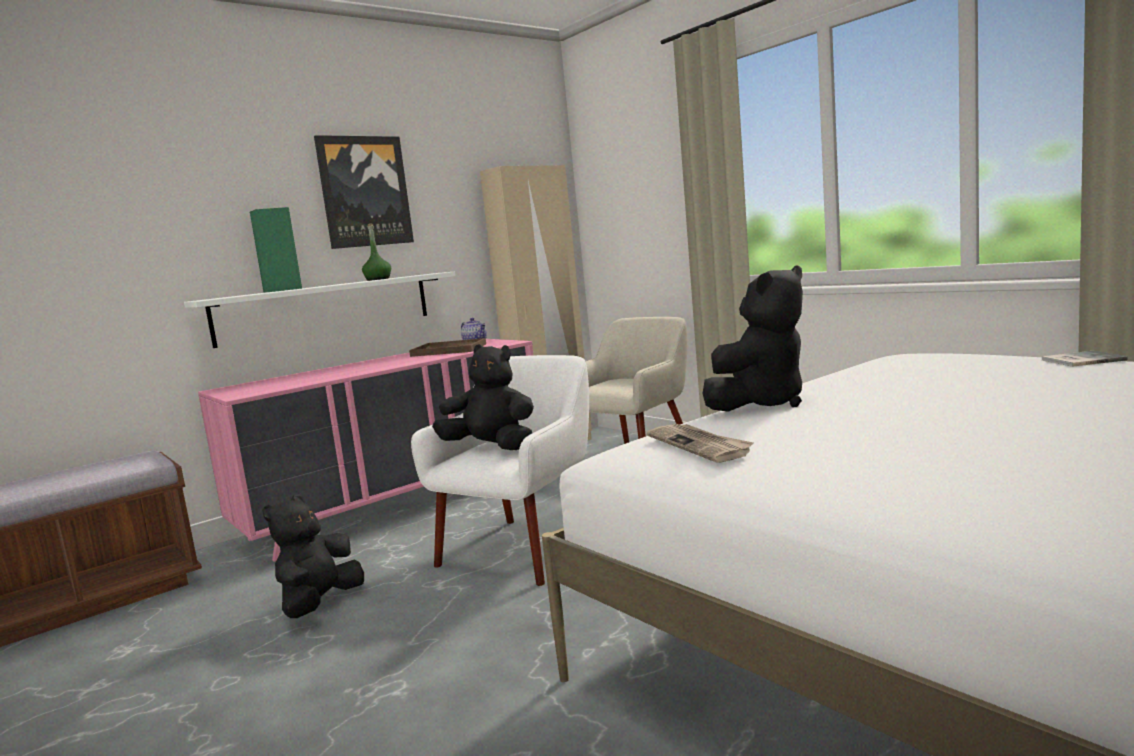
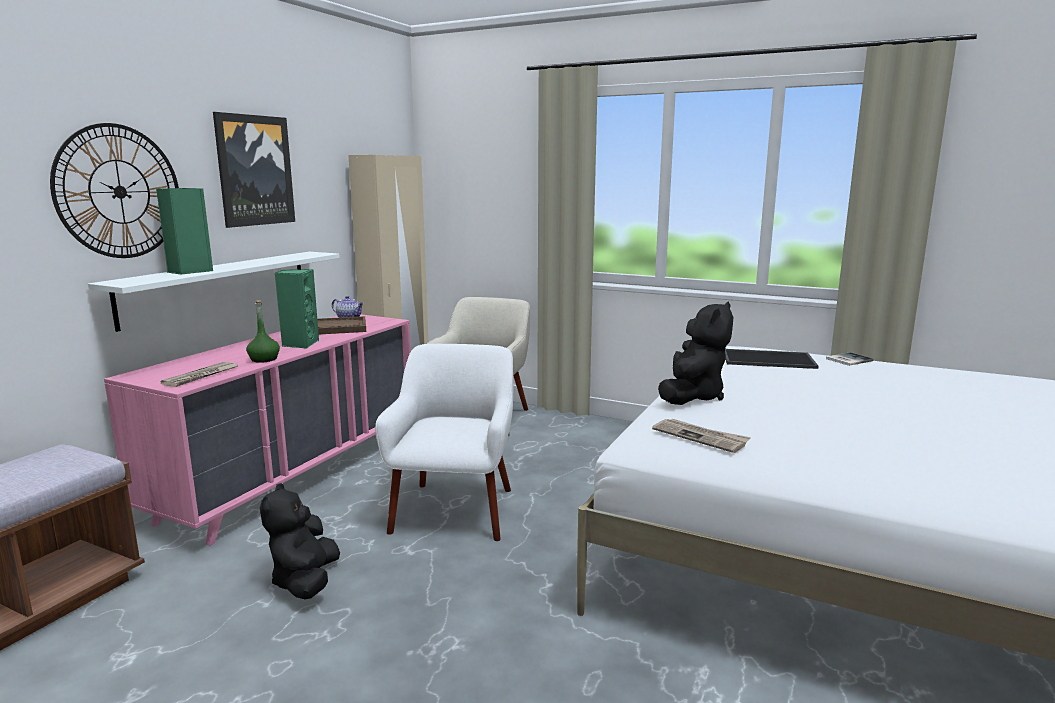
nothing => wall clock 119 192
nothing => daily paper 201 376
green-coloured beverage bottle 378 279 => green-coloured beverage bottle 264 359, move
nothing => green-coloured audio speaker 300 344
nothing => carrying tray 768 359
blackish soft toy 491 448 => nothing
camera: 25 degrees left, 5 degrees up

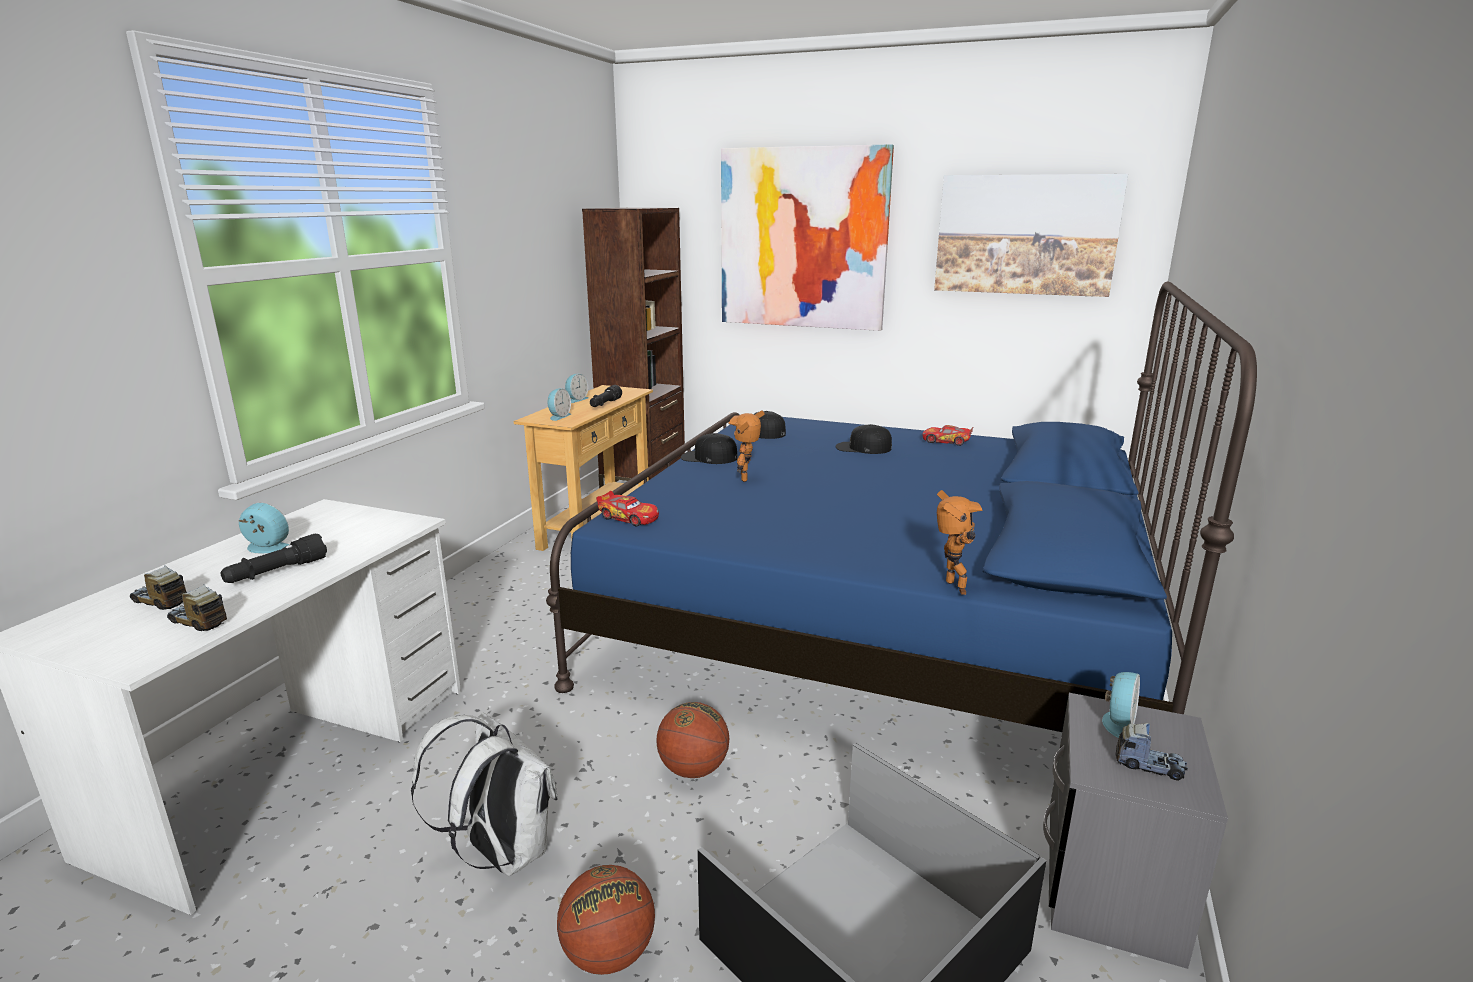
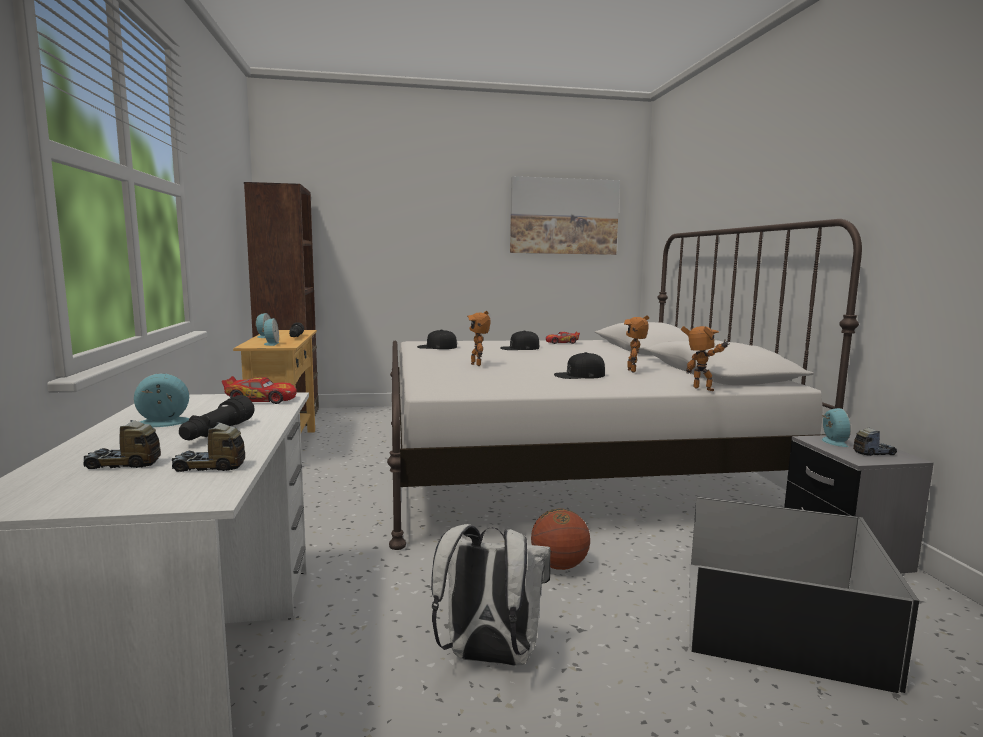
toy car 629 517 => toy car 261 400, move
blue-coloured bed 878 618 => whitish bed 565 463
blackish cap 709 457 => blackish cap 579 375, move
nothing => model robot 634 371
basketball ball 609 953 => nothing
wall art 803 239 => nothing
camera: 30 degrees left, 10 degrees down

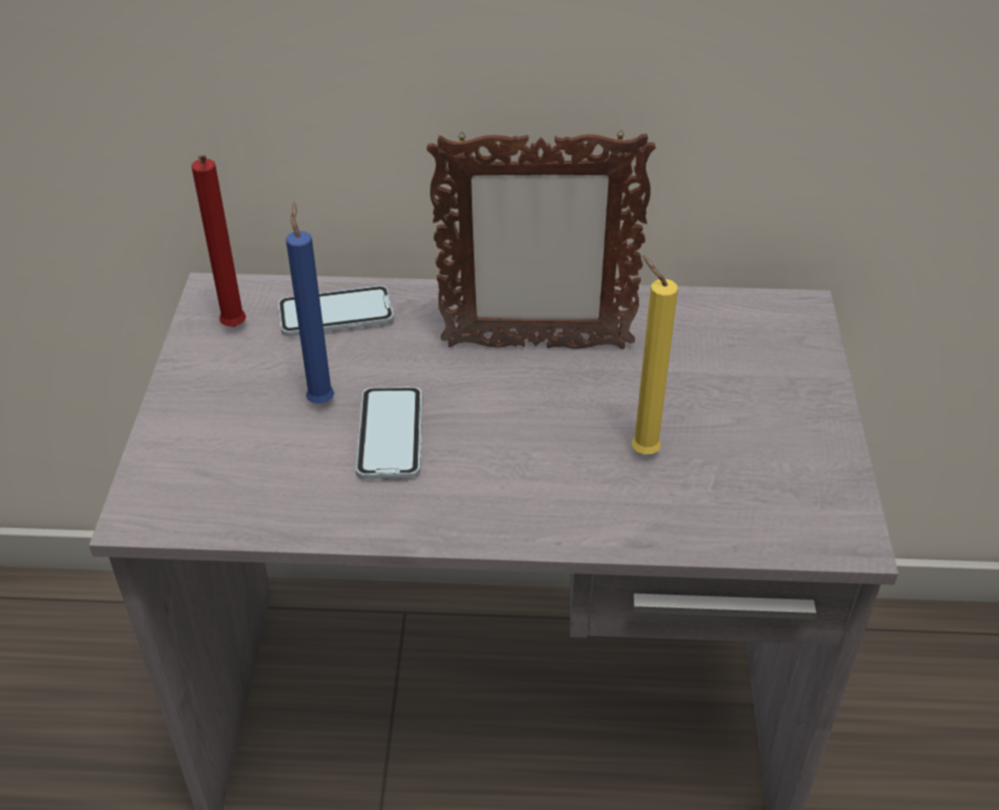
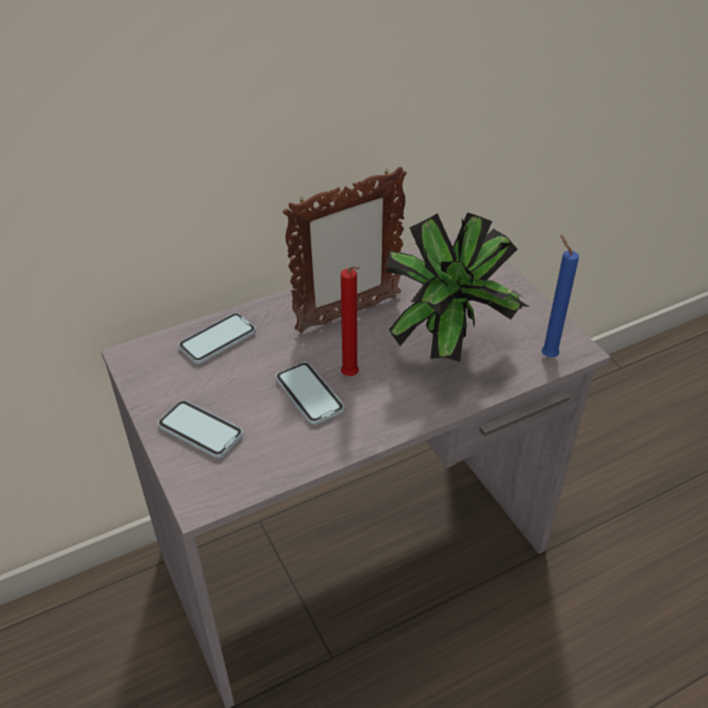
nothing => phone 200 430
reddish candle 234 329 => reddish candle 351 377, move
yellow-coloured candle 641 450 => potted plant 447 347
blue-coloured candle 321 399 => blue-coloured candle 547 355, move
camera: 30 degrees left, 0 degrees up

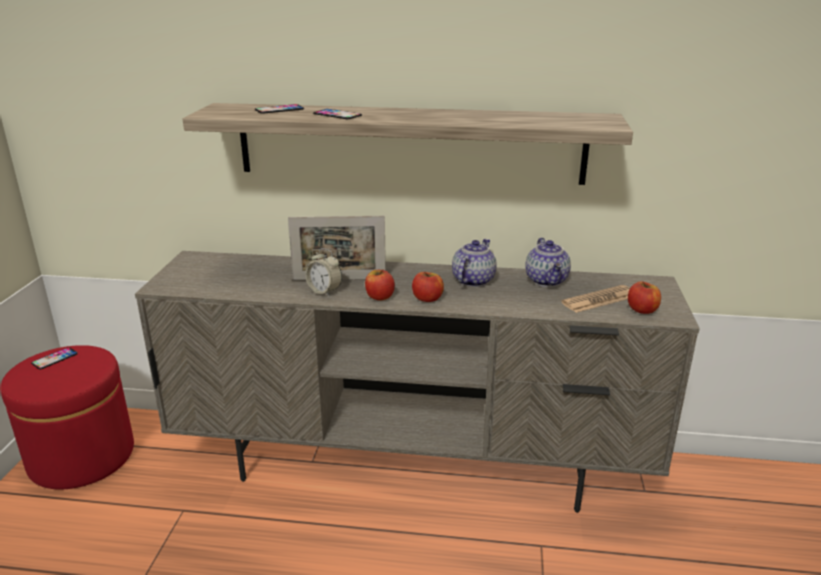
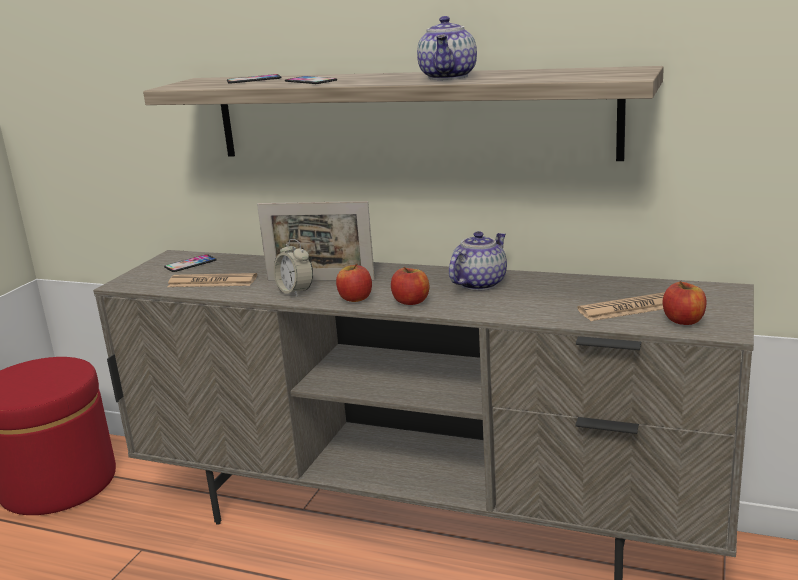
phone 55 358 => phone 190 264, move
nothing => daily paper 212 282
pot for tea 547 281 => pot for tea 449 77, move
camera: 15 degrees right, 5 degrees down

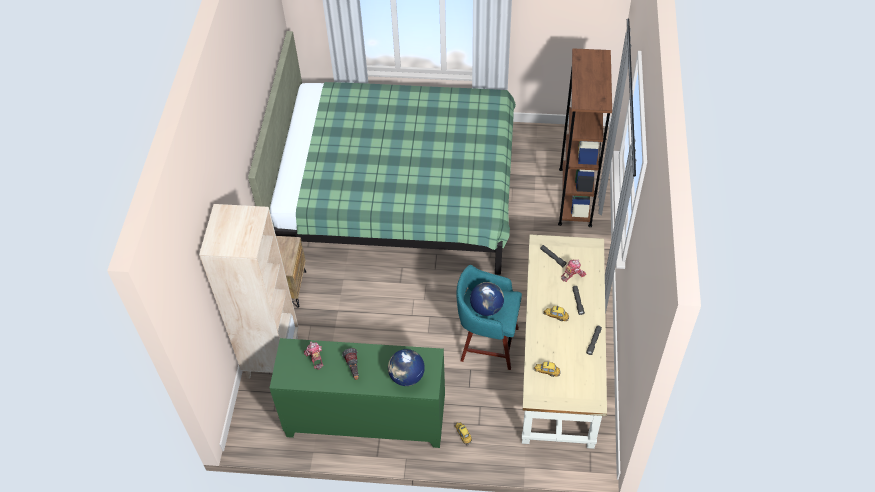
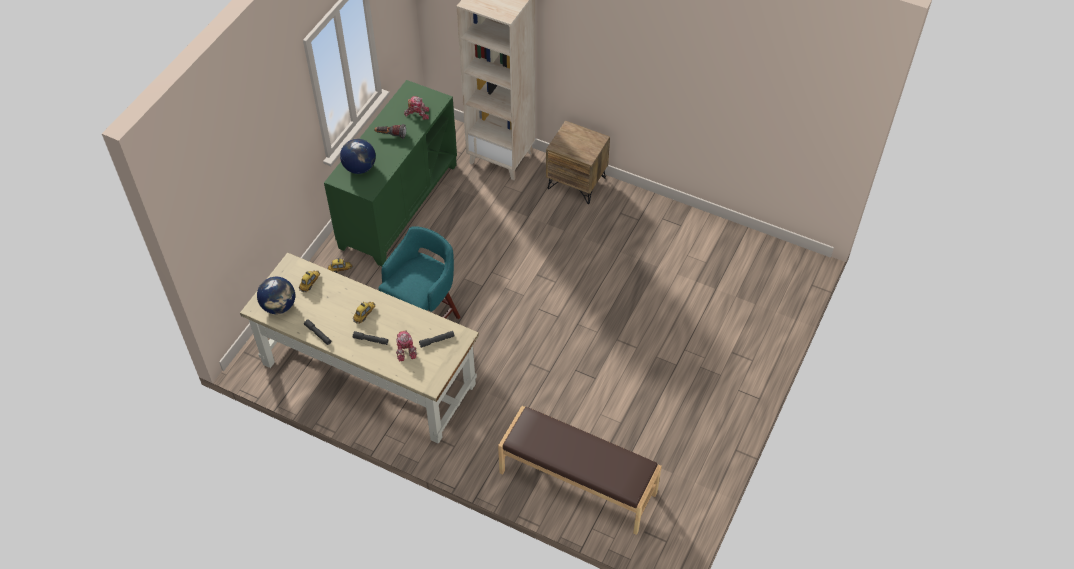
globe 486 308 => globe 279 306, move
brownish bookcase 575 197 => brownish long seat 577 483
green-coloured bed 397 193 => nothing
camera: 110 degrees right, 0 degrees up

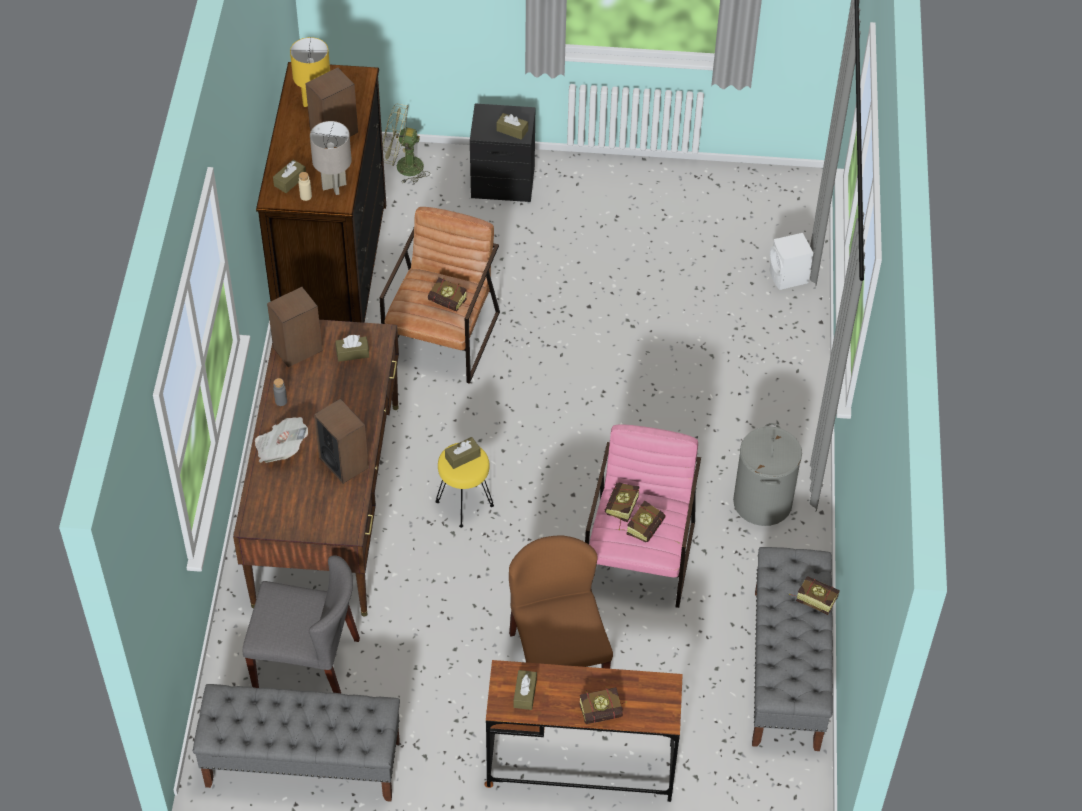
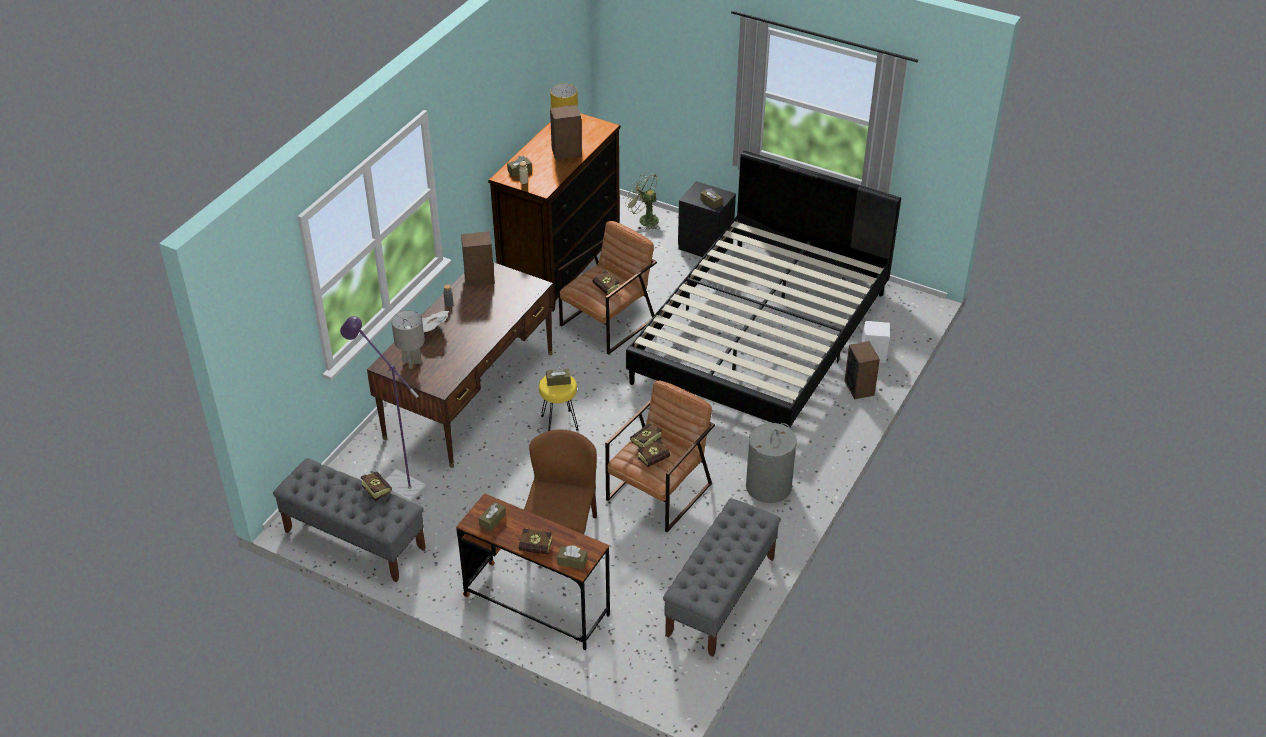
grey upright chair 308 664 => purplish standard lamp 396 483
bound book 812 599 => bound book 375 489, move
grey table lamp 334 186 => grey table lamp 411 362, move
brownish tissue holder 352 353 => brownish tissue holder 572 561, move
pinkish armchair 640 556 => brownish armchair 659 492
nothing => blackish bed 761 337
audio speaker 344 462 => audio speaker 859 388, move
camera: 25 degrees right, 10 degrees down

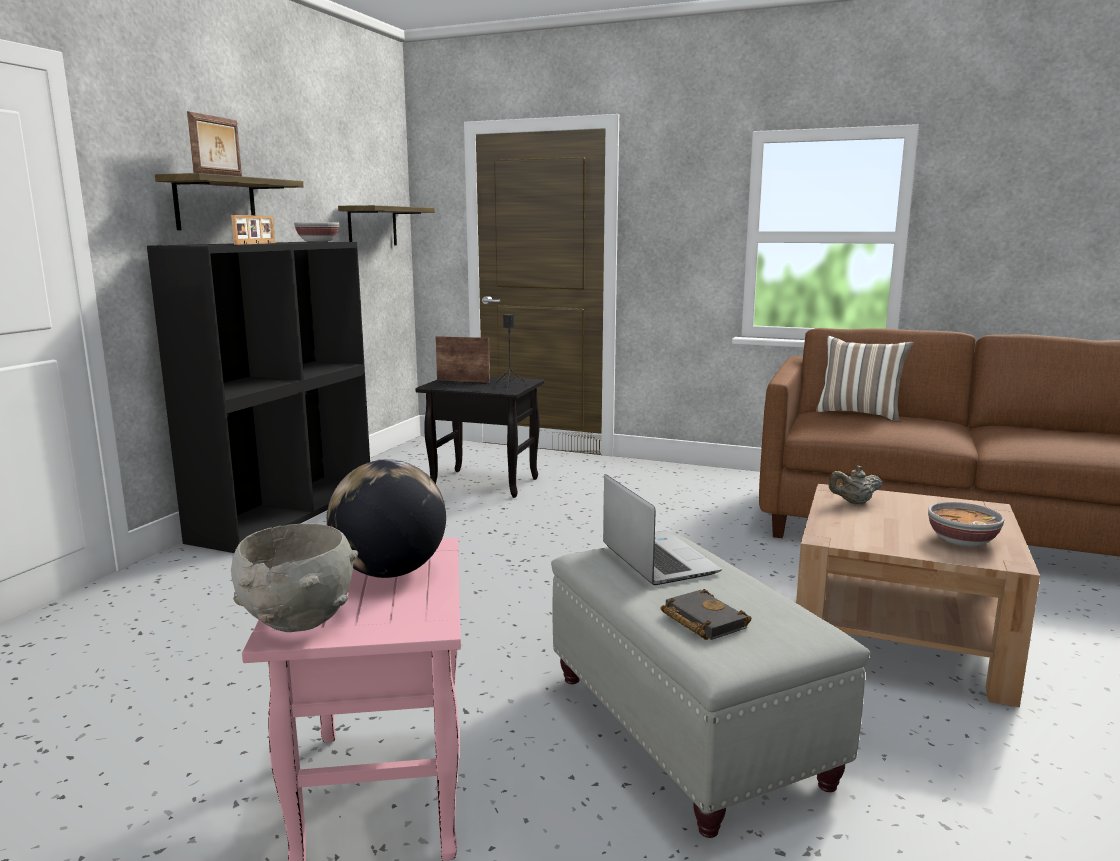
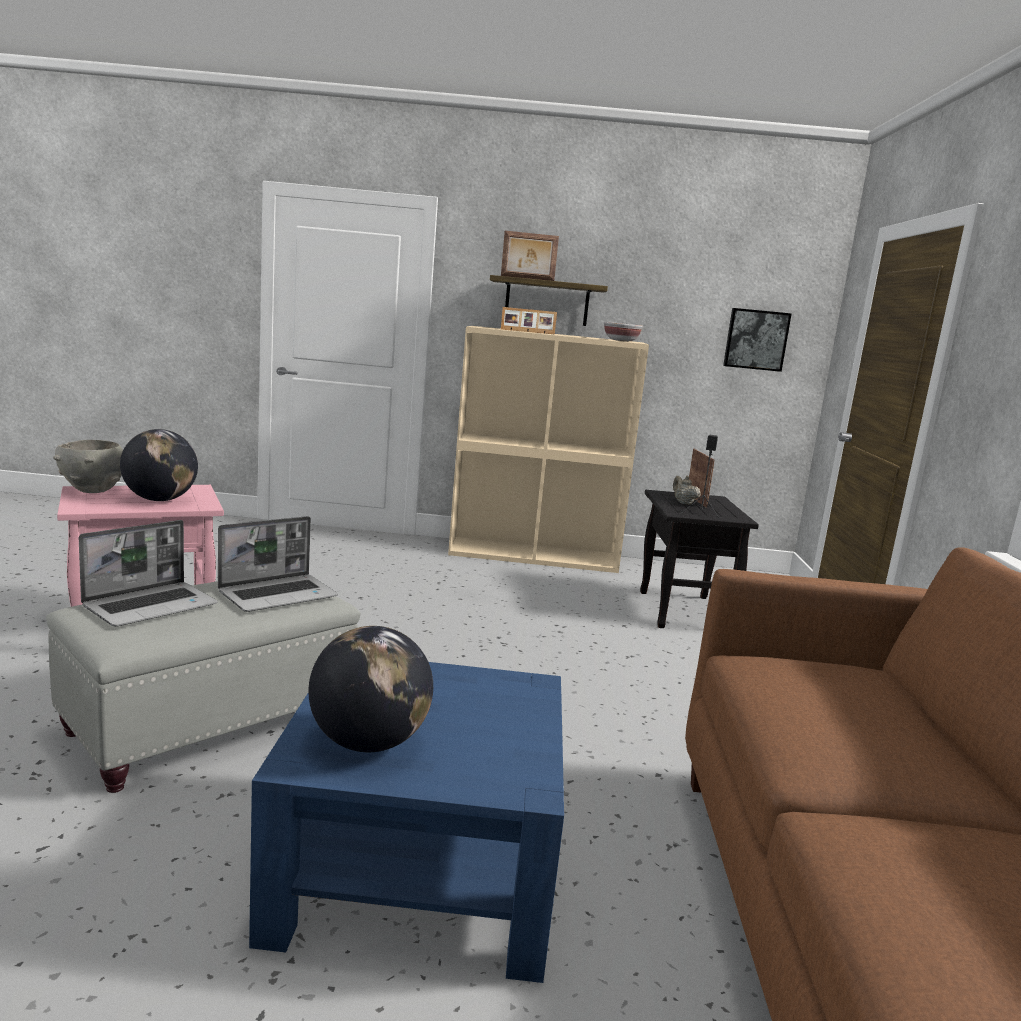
blackish bound book 701 621 => laptop 151 606
brownish low table 899 637 => blue-coloured low table 419 866
bowl 961 540 => globe 368 743
blackish bookcase 286 512 => beige bookcase 535 555
beige pot for tea 854 503 => beige pot for tea 683 503, move
shelf 372 226 => wall art 756 339
cushion 859 413 => nothing
camera: 70 degrees right, 0 degrees up

